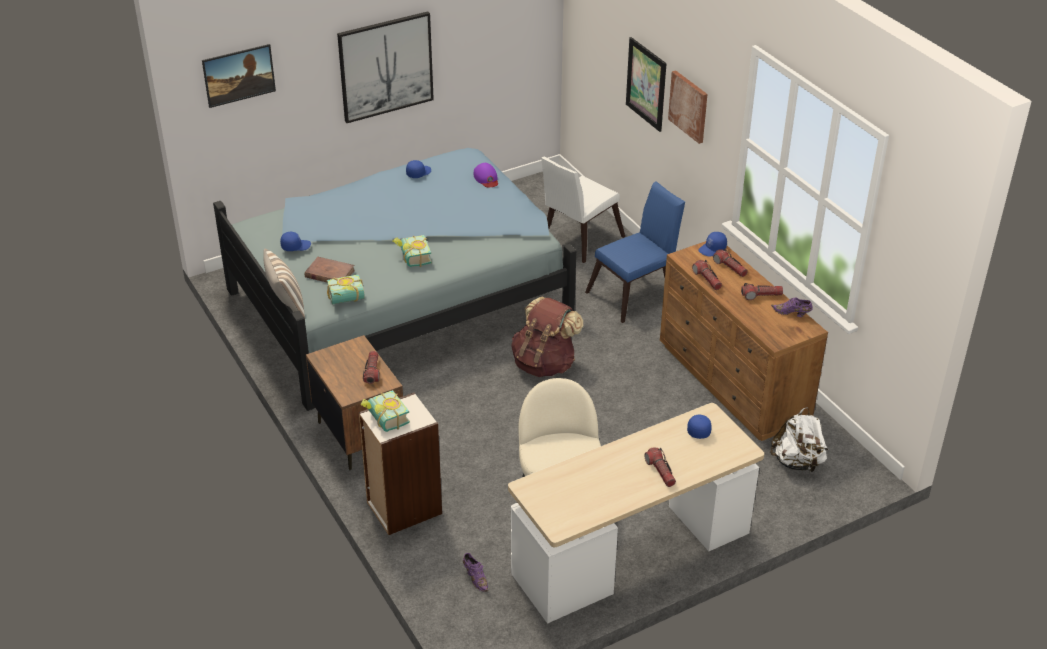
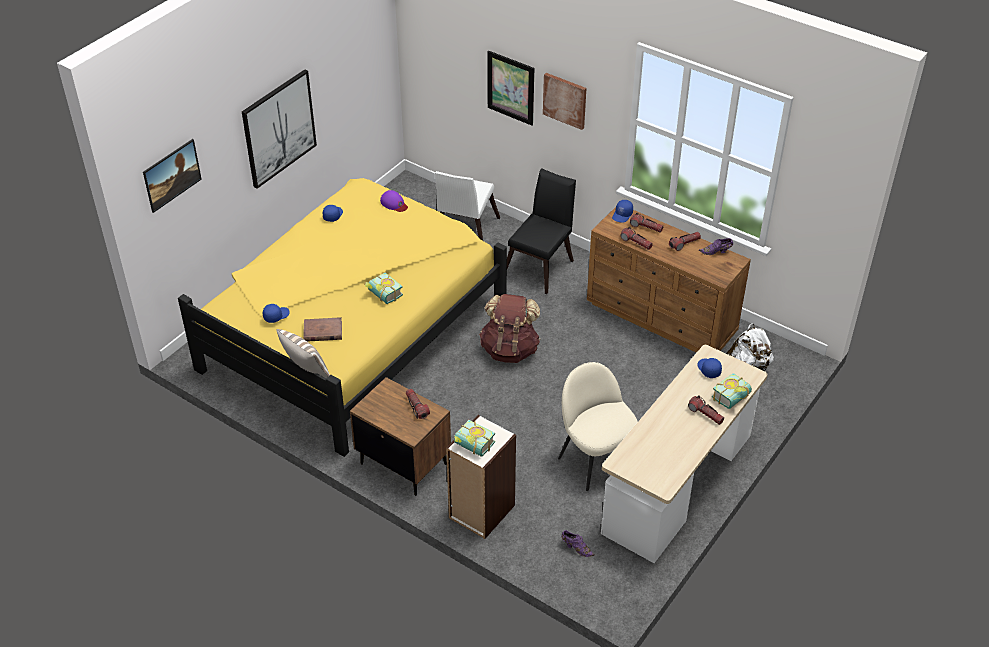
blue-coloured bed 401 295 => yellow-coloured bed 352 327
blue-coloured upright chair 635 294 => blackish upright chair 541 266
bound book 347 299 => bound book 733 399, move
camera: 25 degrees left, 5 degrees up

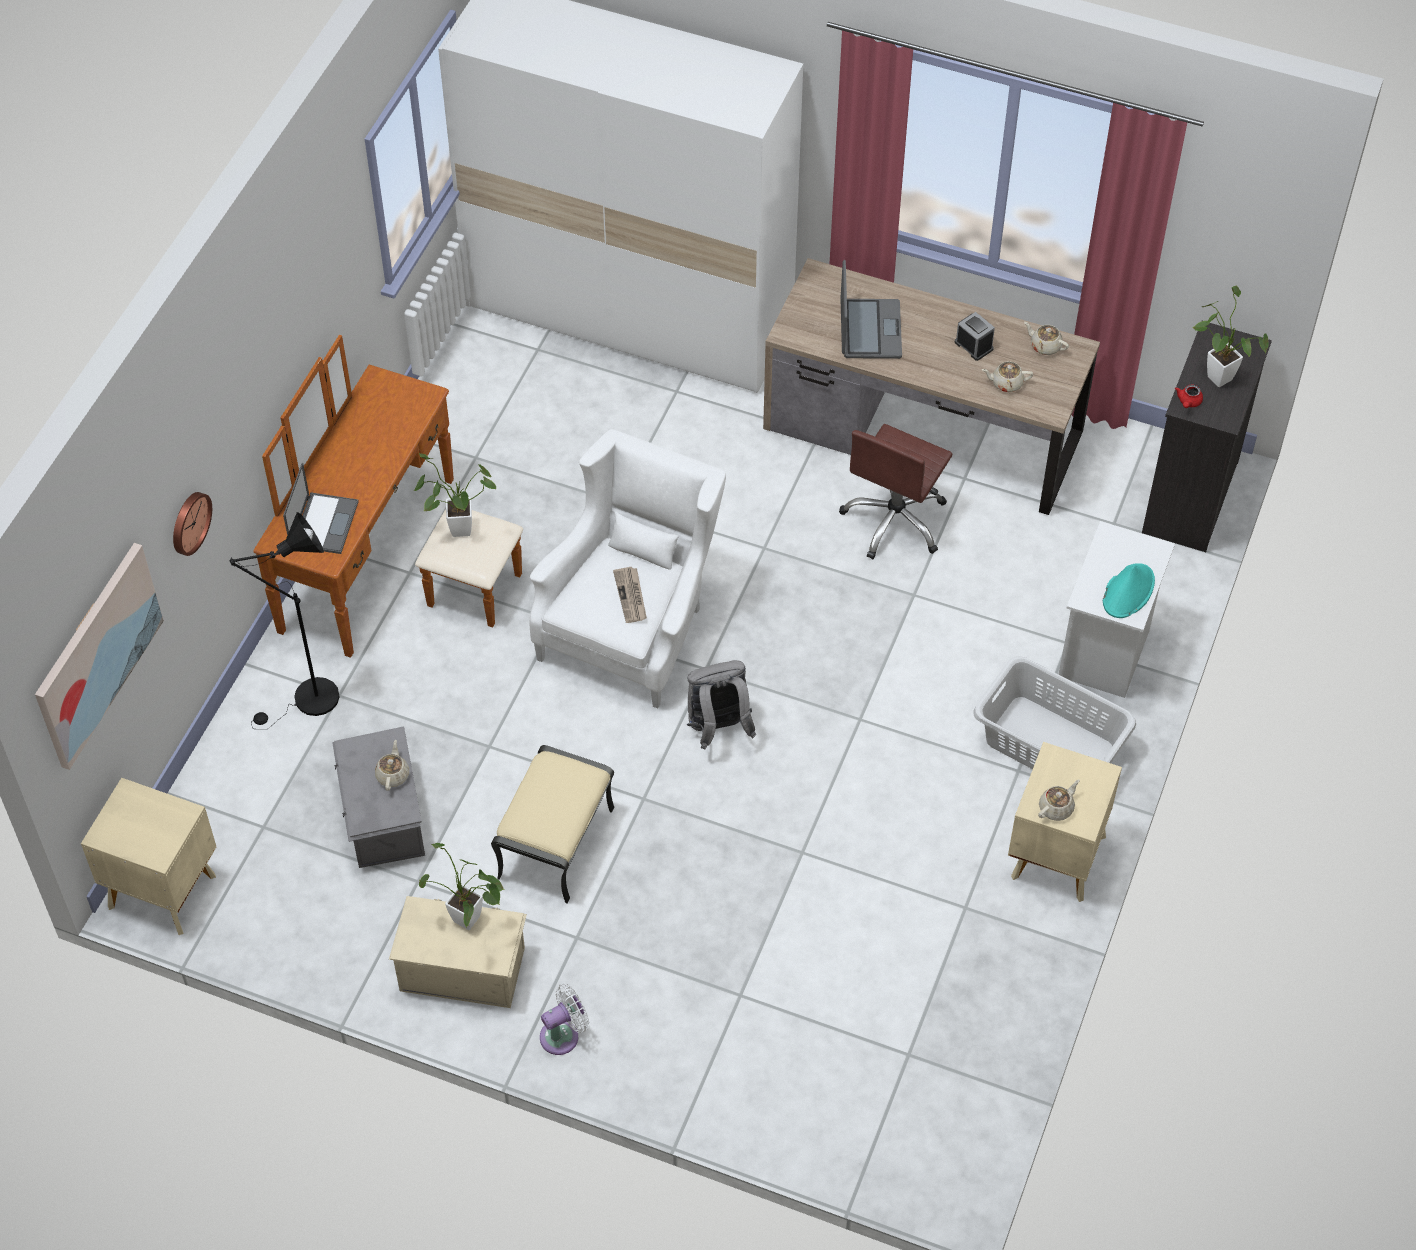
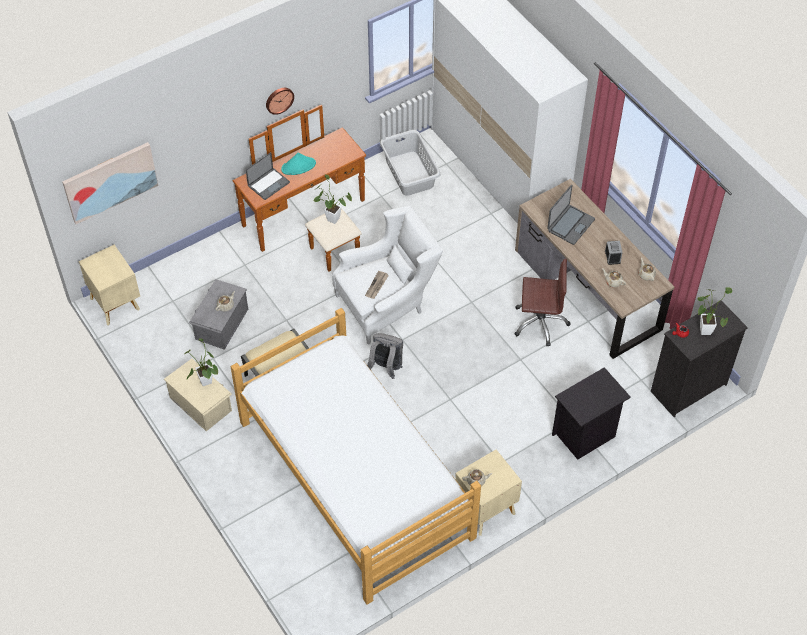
nothing => bed 355 479
wall clock 189 522 => wall clock 279 99, move
blue-green wearable hat 1128 591 => blue-green wearable hat 298 166, move
grey hamper 1049 743 => grey hamper 410 173, move
brownish desk chair 895 520 => brownish desk chair 540 322, 150 degrees counterclockwise
whitish night table 1104 655 => blackish night table 585 435
blackish standard lamp 308 702 => nothing
whitish electric fan 563 1035 => nothing
camera: 35 degrees right, 0 degrees up

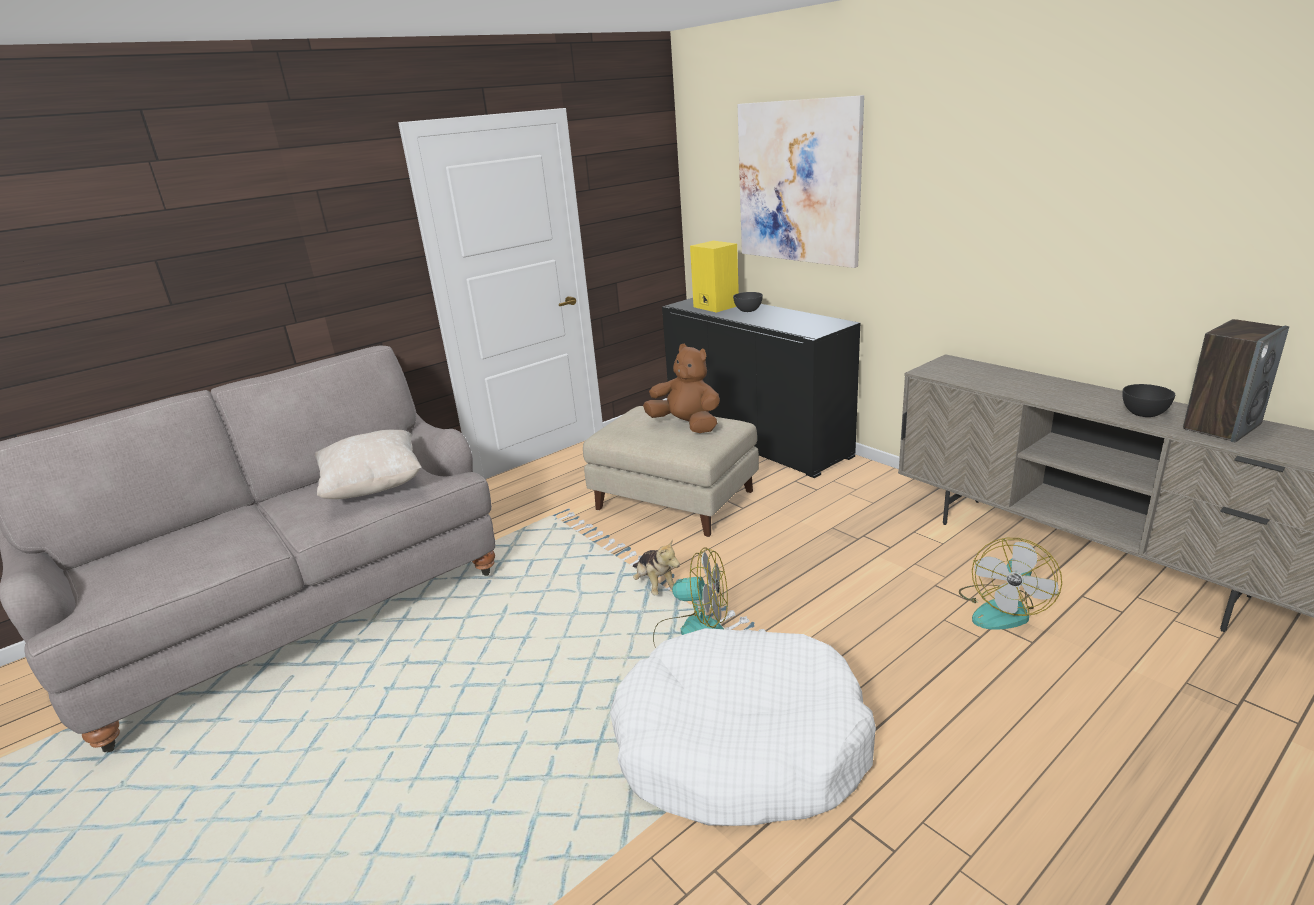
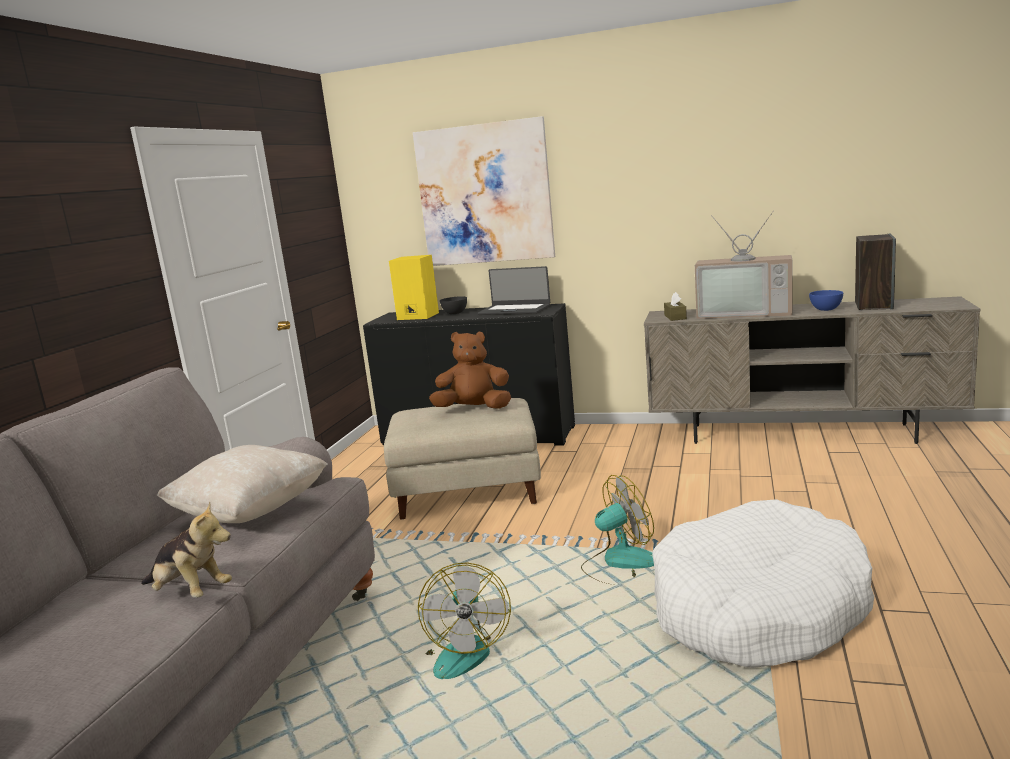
soft toy 655 585 => soft toy 190 592, move
electric fan 1002 609 => electric fan 461 651, move
nothing => laptop 514 310
nothing => brownish tissue holder 675 317
nothing => TV set 745 313
blackish bowl 1144 414 => blue-coloured bowl 826 309
camera: 35 degrees left, 10 degrees down

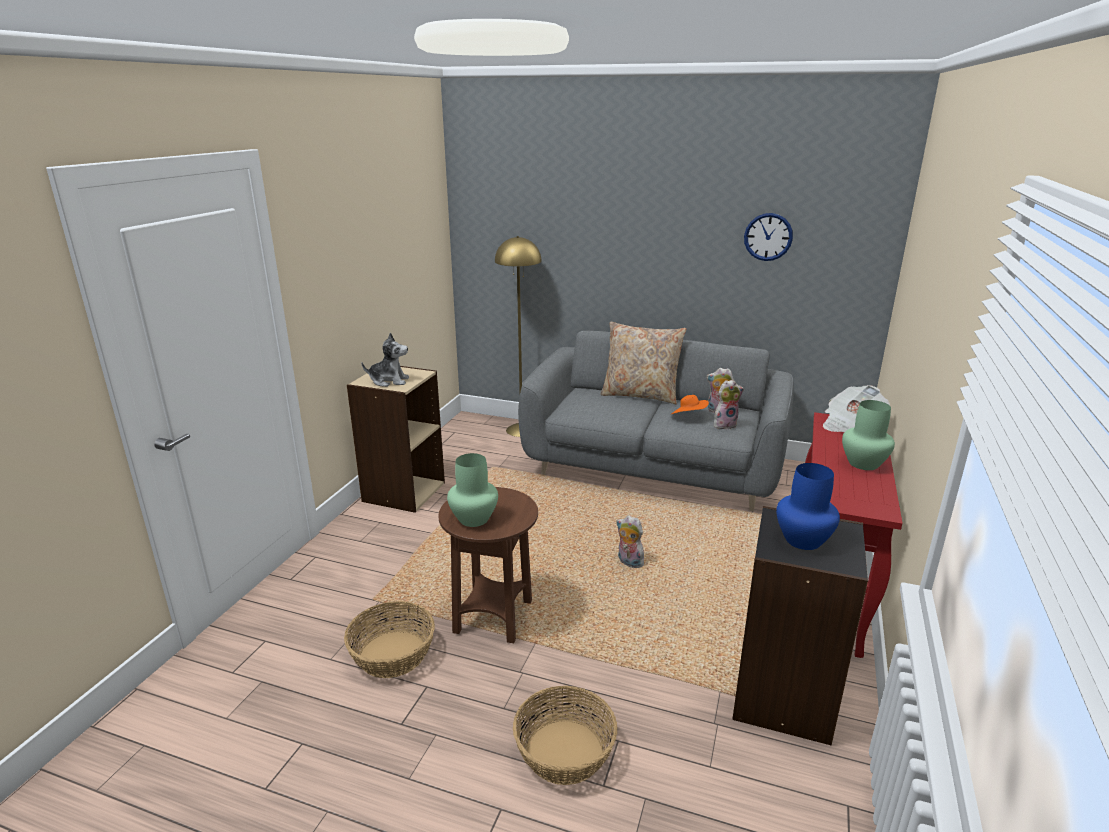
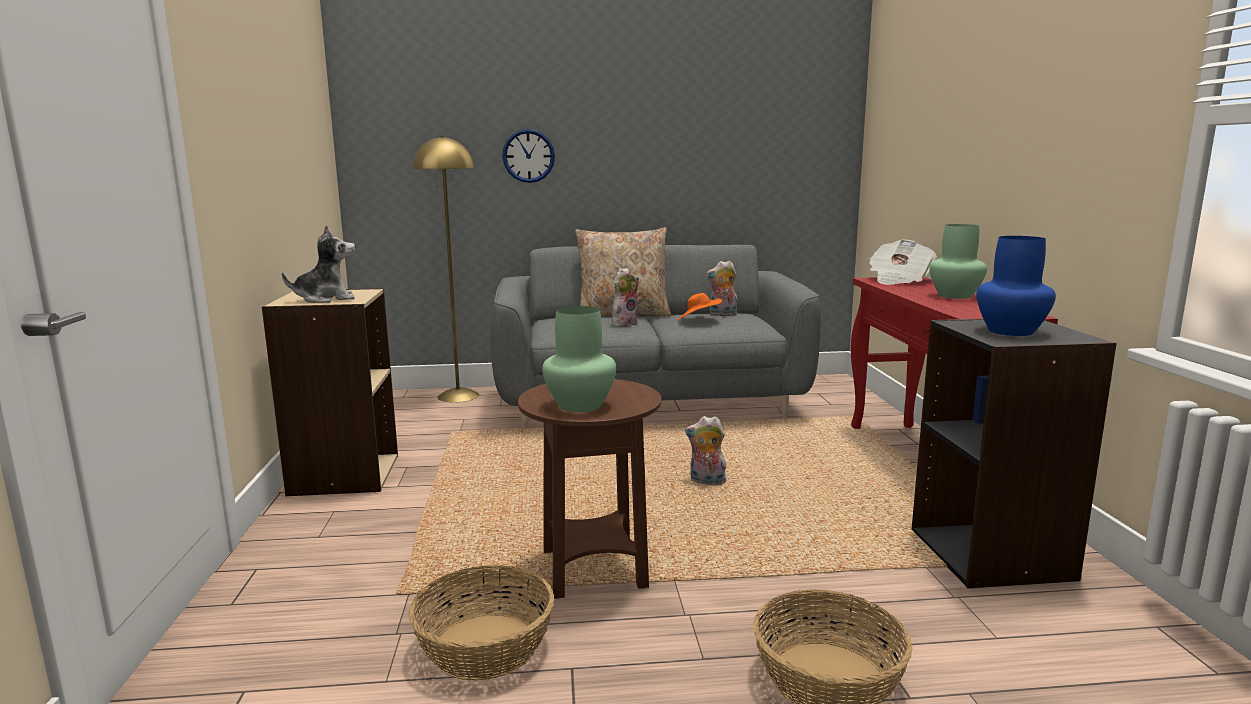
wall clock 768 237 => wall clock 528 156, move
soft toy 725 424 => soft toy 624 324, move
camera: 25 degrees left, 10 degrees down

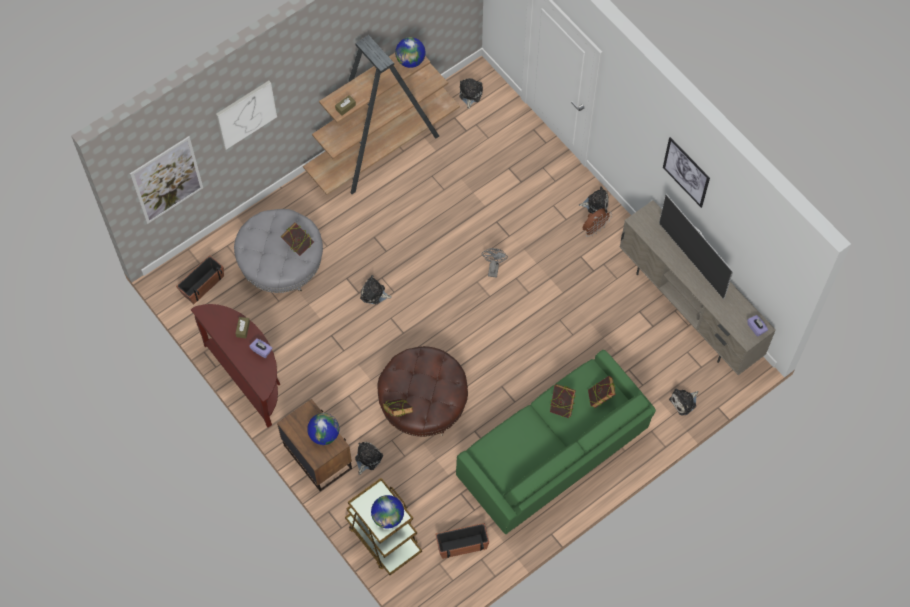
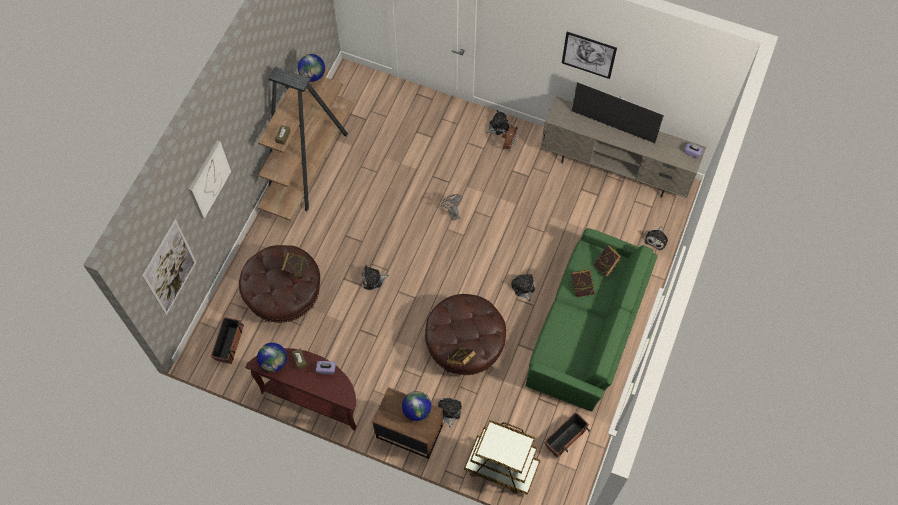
grey ottoman 281 263 => brownish ottoman 284 293
globe 388 517 => globe 274 362, move
soft toy 470 94 => soft toy 523 288, move
camera: 30 degrees left, 0 degrees up

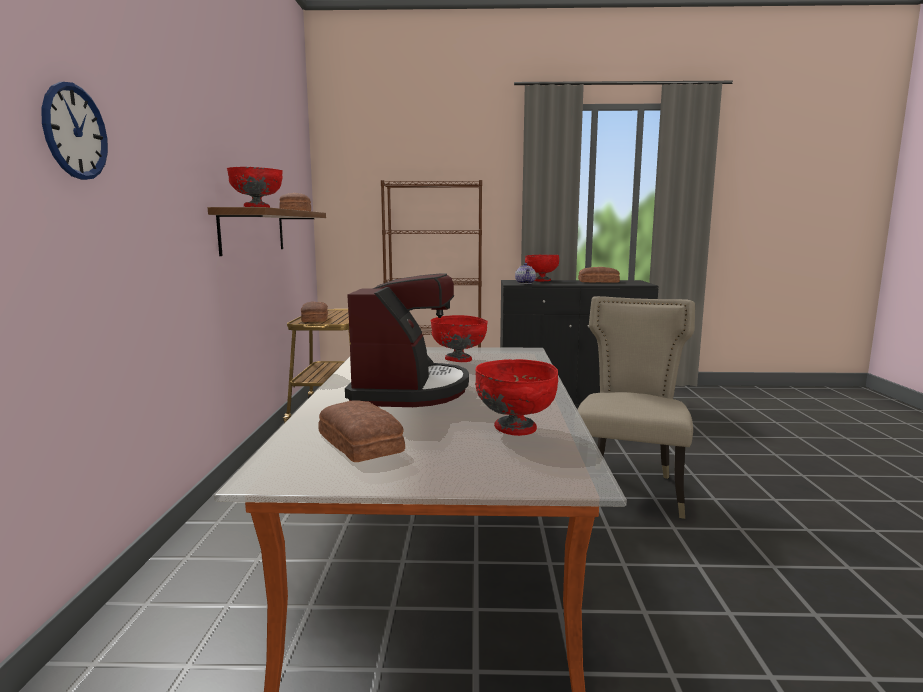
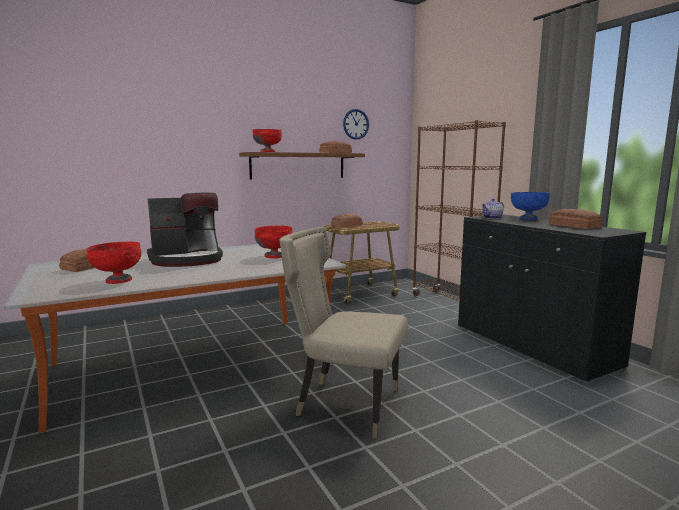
beige upright chair 629 488 => beige upright chair 344 404, 150 degrees counterclockwise
wall clock 75 132 => wall clock 356 124, move
reddish bowl 541 280 => blue-coloured bowl 528 218
camera: 60 degrees right, 0 degrees up

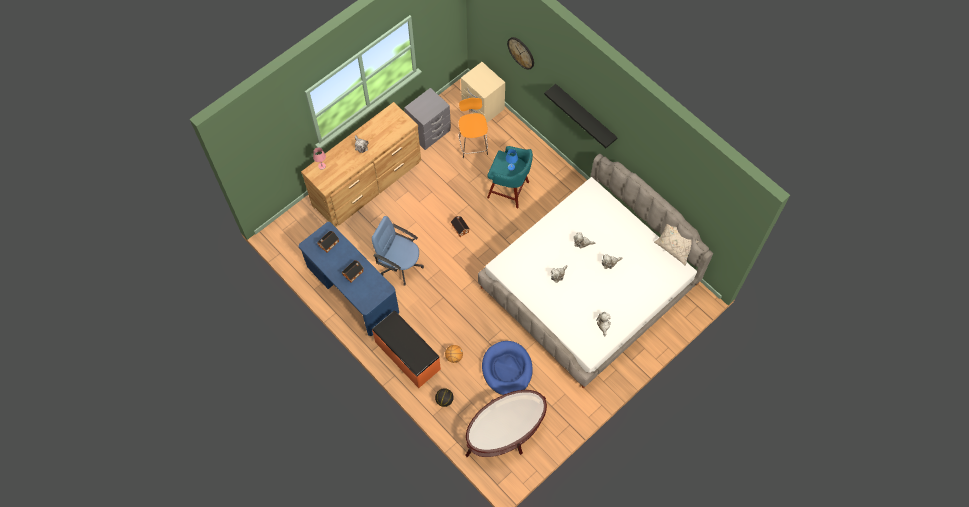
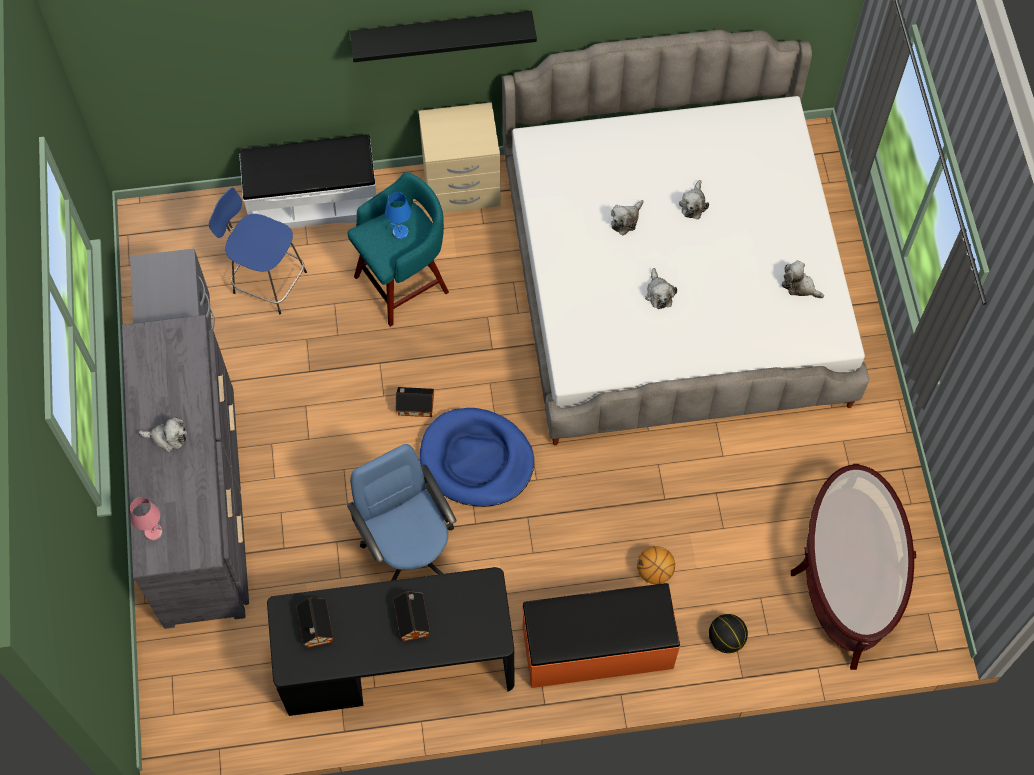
brownish chest of drawers 367 183 => grey chest of drawers 199 501
orange stool 473 144 => blue-coloured stool 267 281
nothing => whitish long seat 314 202
blue-coloured desk 352 290 => blackish desk 397 664
blue-coloured desk chair 400 264 => blue-coloured desk chair 409 548, 90 degrees clockwise
beige night table 482 107 => beige night table 462 188, move
blue-coloured dog bed 507 369 => blue-coloured dog bed 476 460, move
wall clock 521 52 => nothing
beige cushion 673 249 => nothing
camera: 55 degrees left, 0 degrees up

